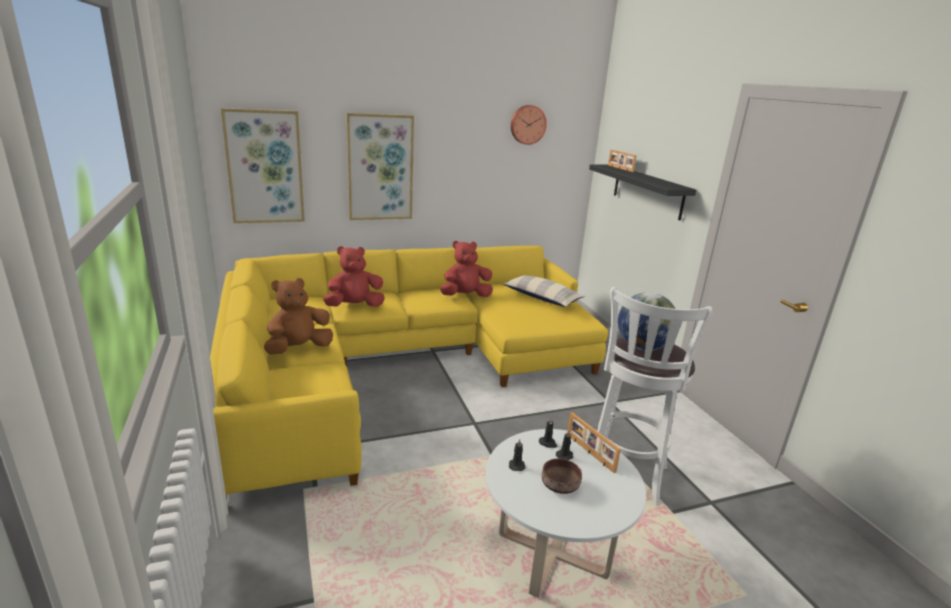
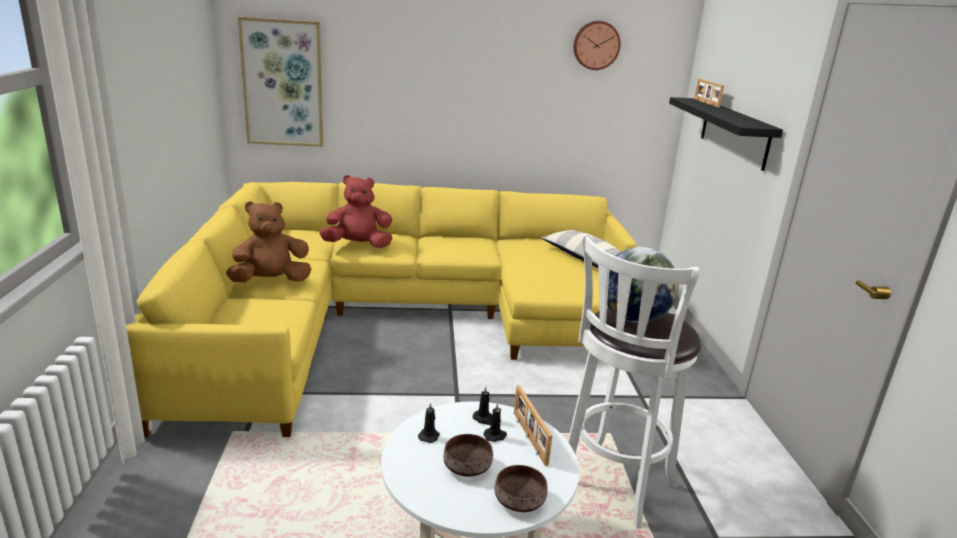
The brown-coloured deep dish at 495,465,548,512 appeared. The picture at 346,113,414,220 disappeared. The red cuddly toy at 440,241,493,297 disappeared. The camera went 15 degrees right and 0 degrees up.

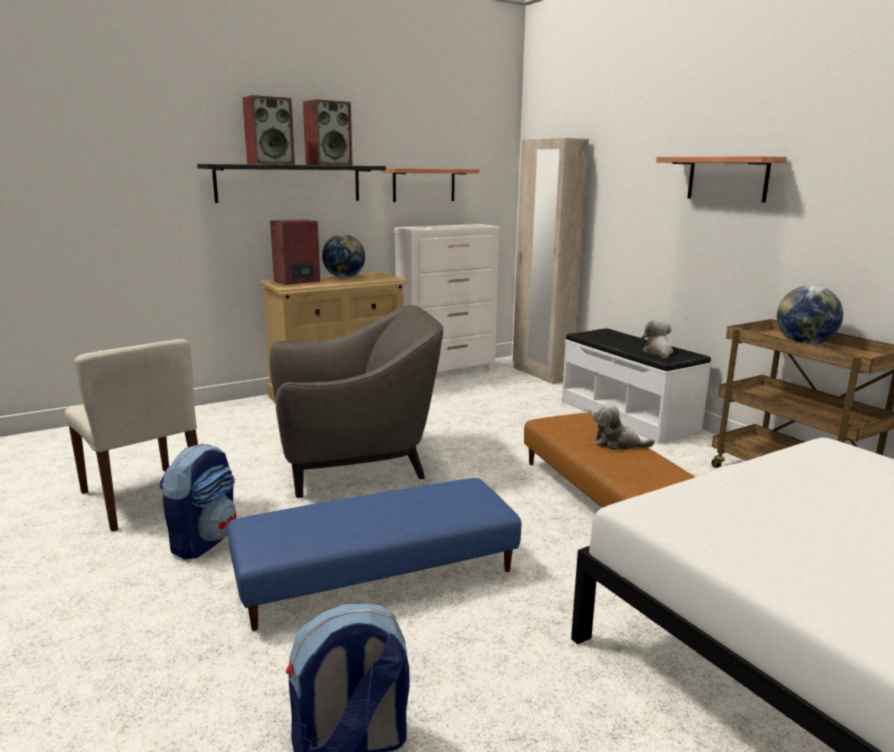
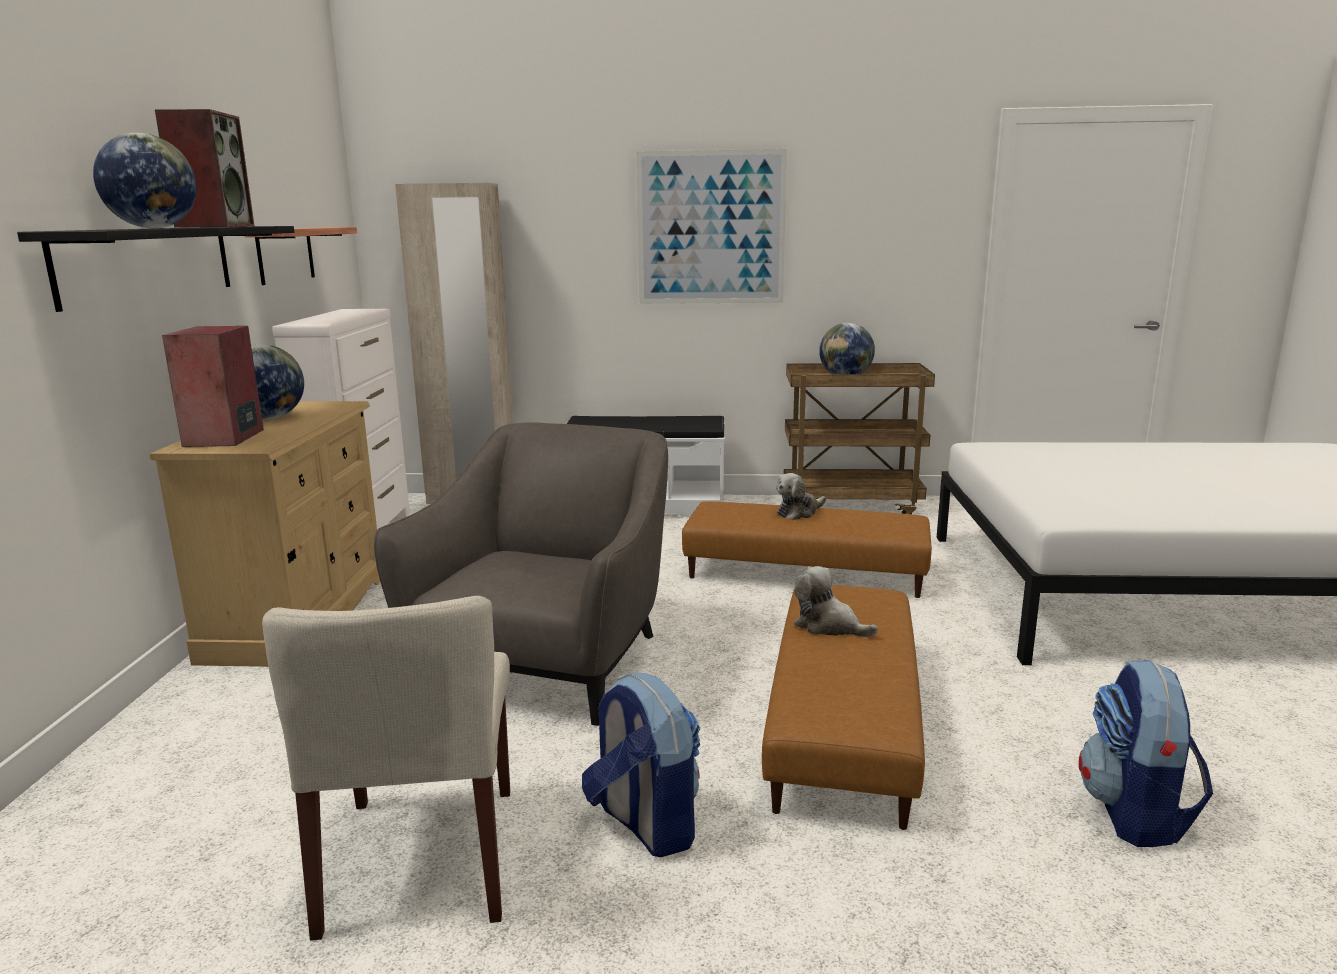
The audio speaker at 242,95,295,165 was replaced by the globe at 93,133,197,228. The beige-coloured upright chair at 65,339,198,532 turned 90 degrees clockwise. The bracket shelf at 656,156,787,203 was replaced by the picture at 636,149,787,304. The blue footrest at 227,478,521,631 became the brown-coloured footrest at 762,585,925,830. The cuddly toy moved from 641,319,673,359 to 794,566,878,637. The camera went 55 degrees left and 0 degrees up.

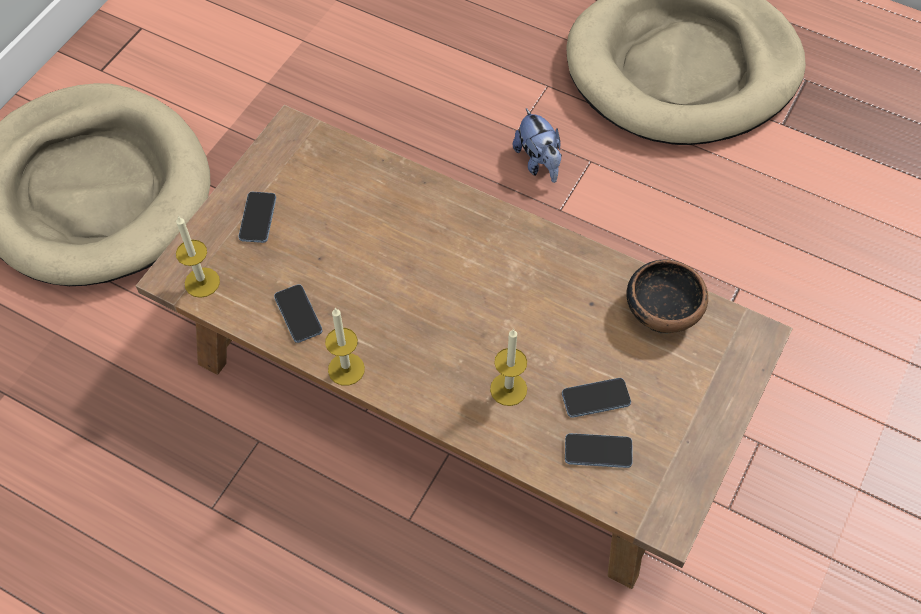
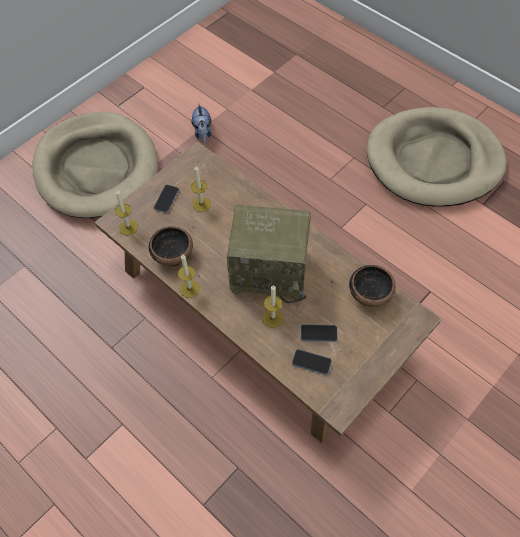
The telephone at 274,284,323,343 was replaced by the deep dish at 149,226,193,267. The cuddly toy moved from 513,108,562,183 to 191,103,212,144. The wax candle at 191,166,211,212 appeared. The radio set at 227,205,311,303 appeared. The camera went 15 degrees right and 0 degrees up.

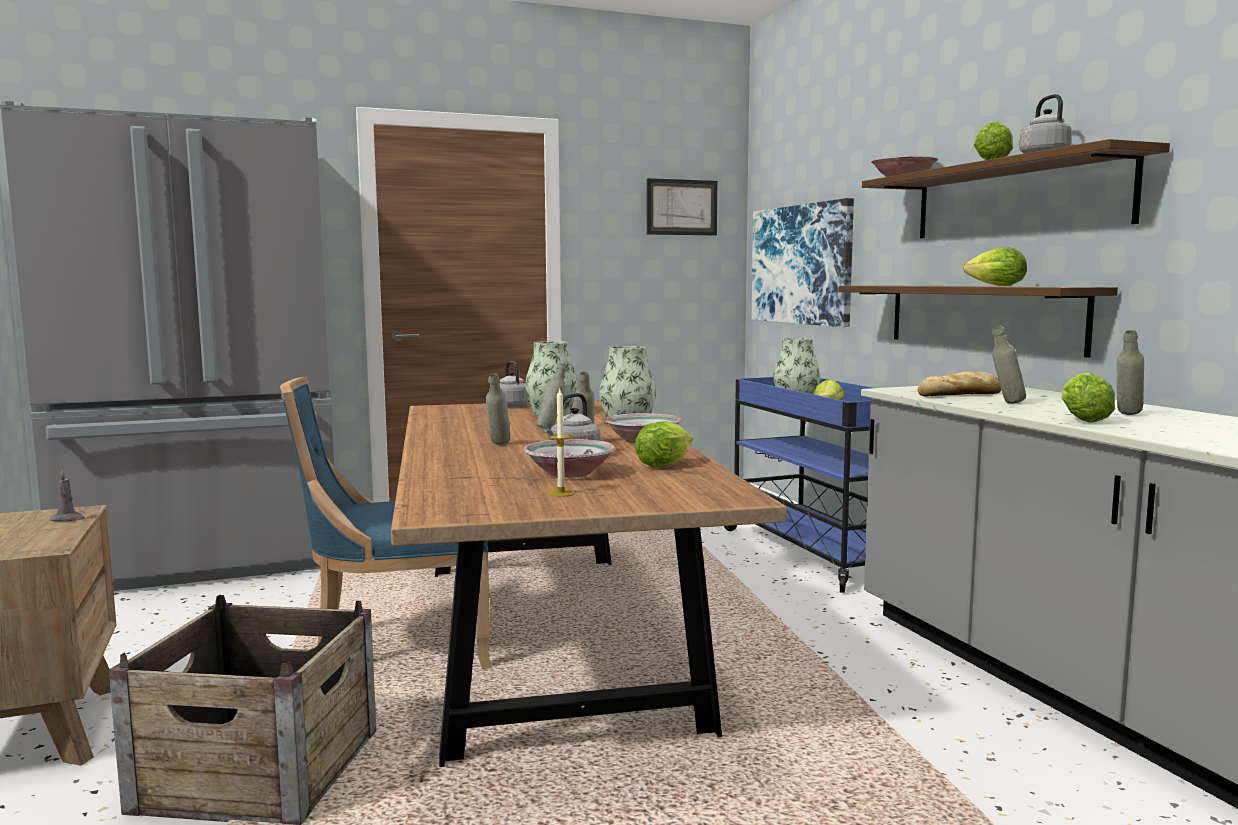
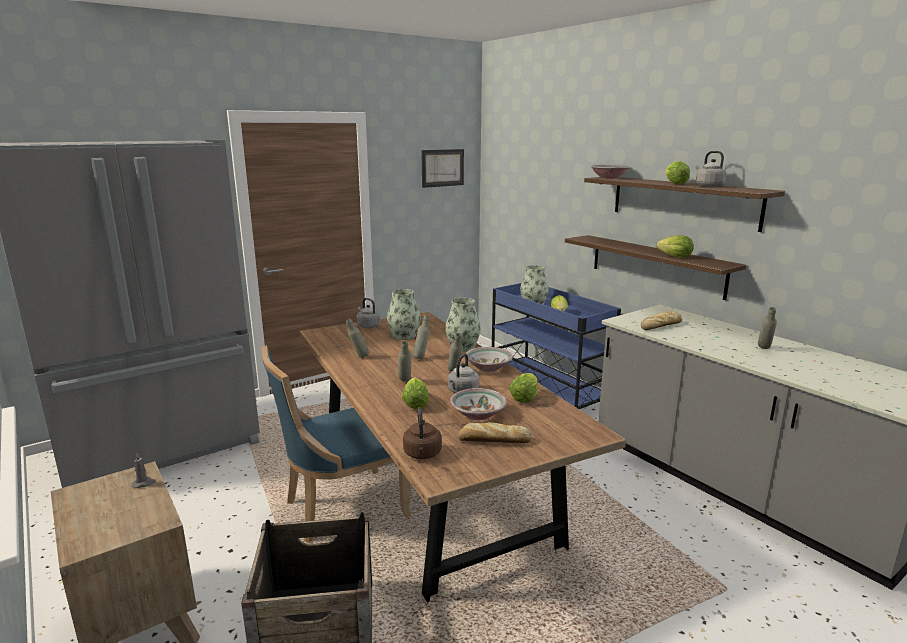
The greyish beverage bottle moved from 992,325,1026,404 to 346,319,369,358. The lettuce moved from 1061,372,1115,423 to 402,378,429,409. The brown-coloured kettle at 403,407,442,459 appeared. The wax candle at 547,389,575,497 was replaced by the bread at 458,422,532,443. The picture at 751,198,854,327 disappeared. The camera went 15 degrees left and 10 degrees up.

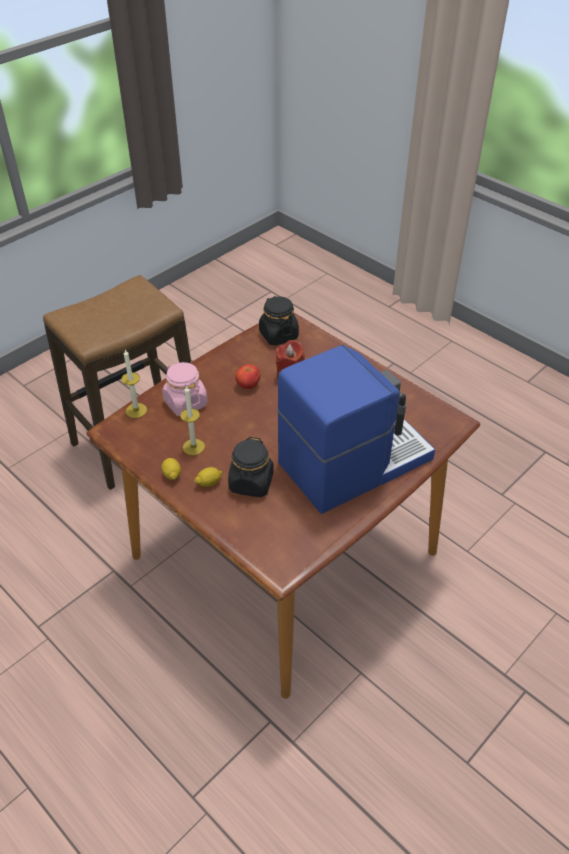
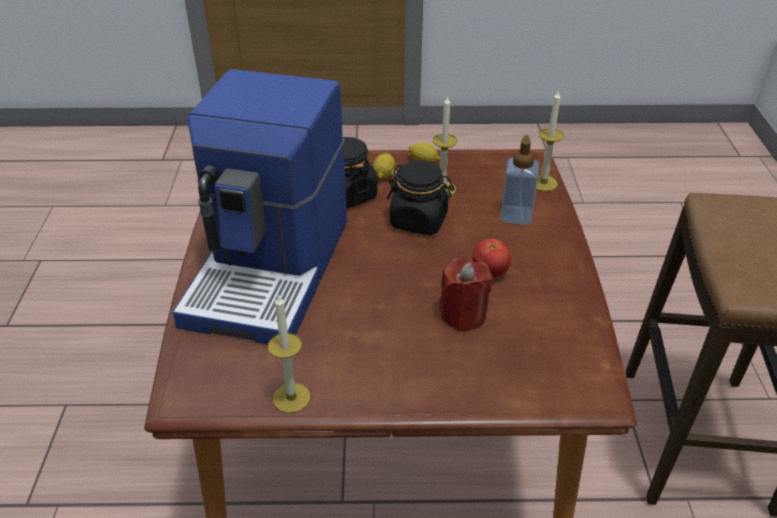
The wax candle at 268,294,310,413 appeared. The blackish storage jar moved from 259,296,299,346 to 387,161,455,235. The pinkish storage jar at 162,362,208,416 was replaced by the soap dispenser at 500,135,539,225. The camera went 135 degrees right and 5 degrees down.

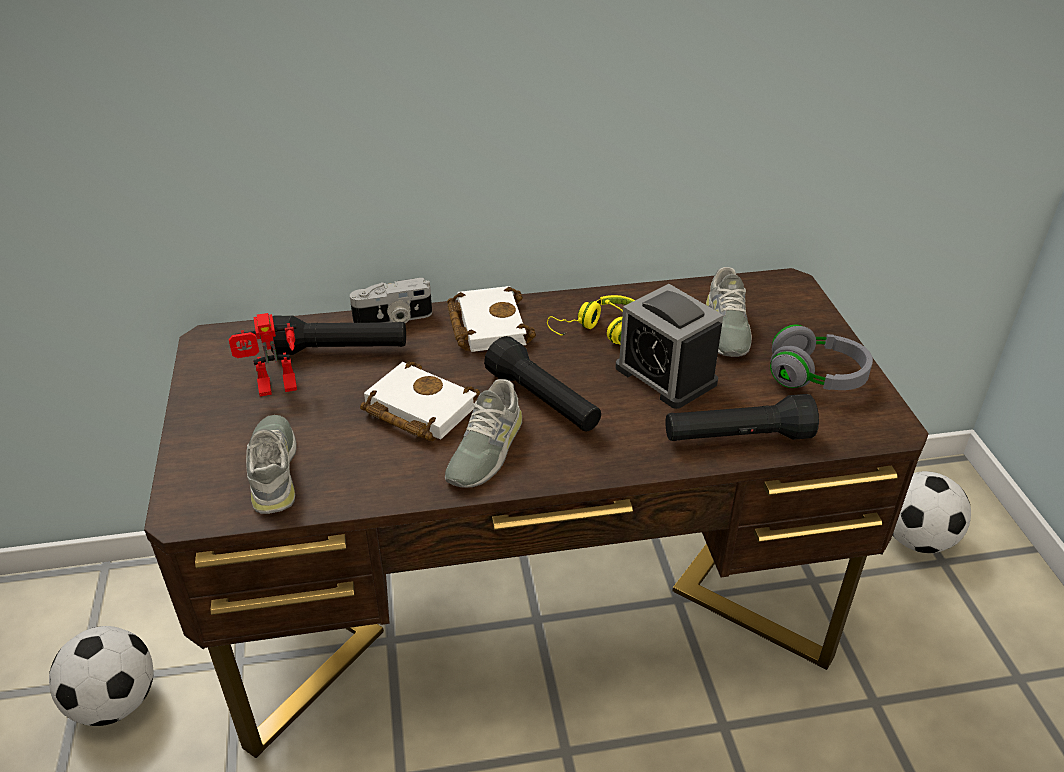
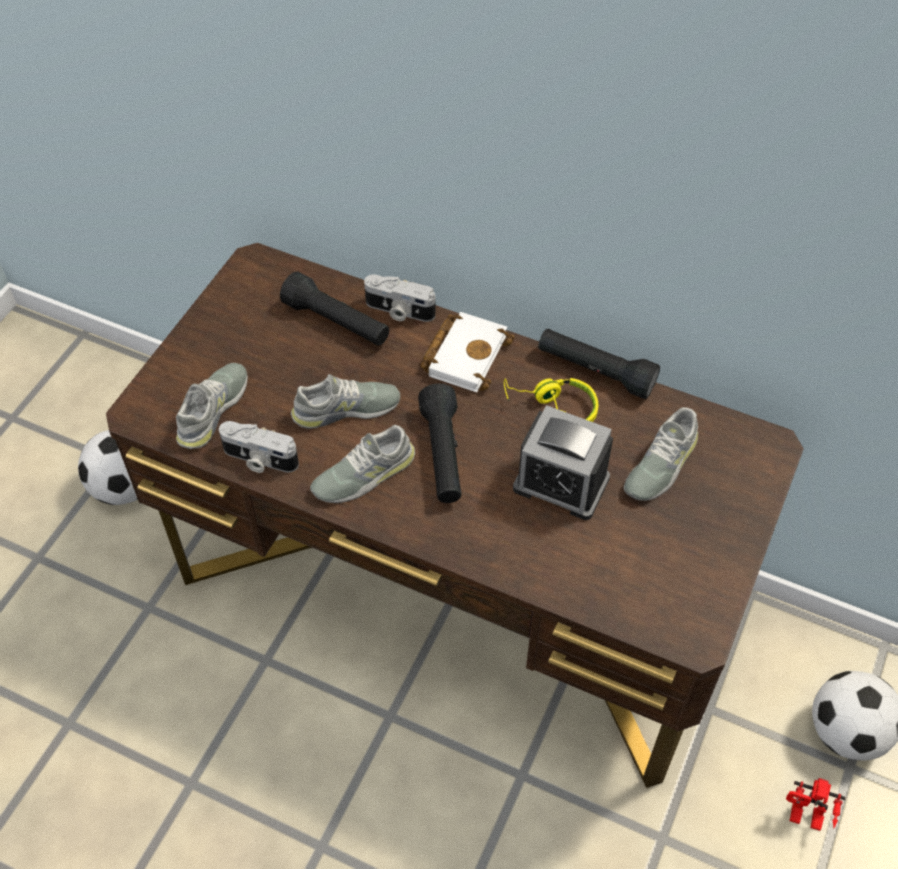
The photo camera at 219,421,299,473 appeared. The white-coloured volume at 360,362,480,441 was replaced by the greyish shoe at 291,374,401,429. The table clock at 615,284,723,409 turned 60 degrees counterclockwise. The blackish torch moved from 665,394,819,441 to 538,329,660,399. The robot figure moved from 229,313,297,396 to 786,778,846,831. The greyish headphones at 770,324,873,390 disappeared. The camera went 35 degrees right and 15 degrees up.

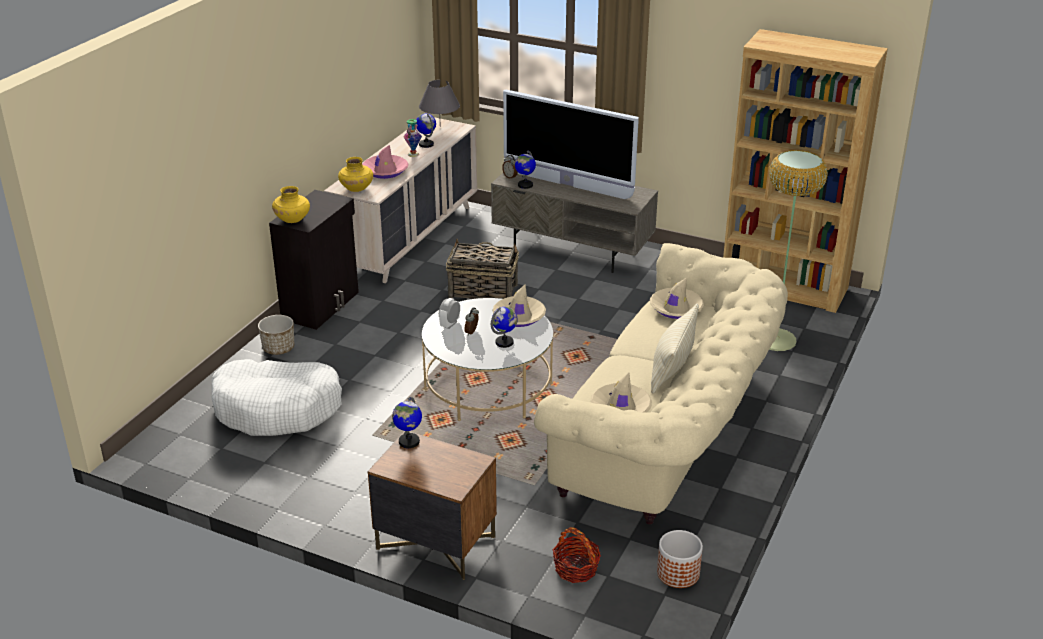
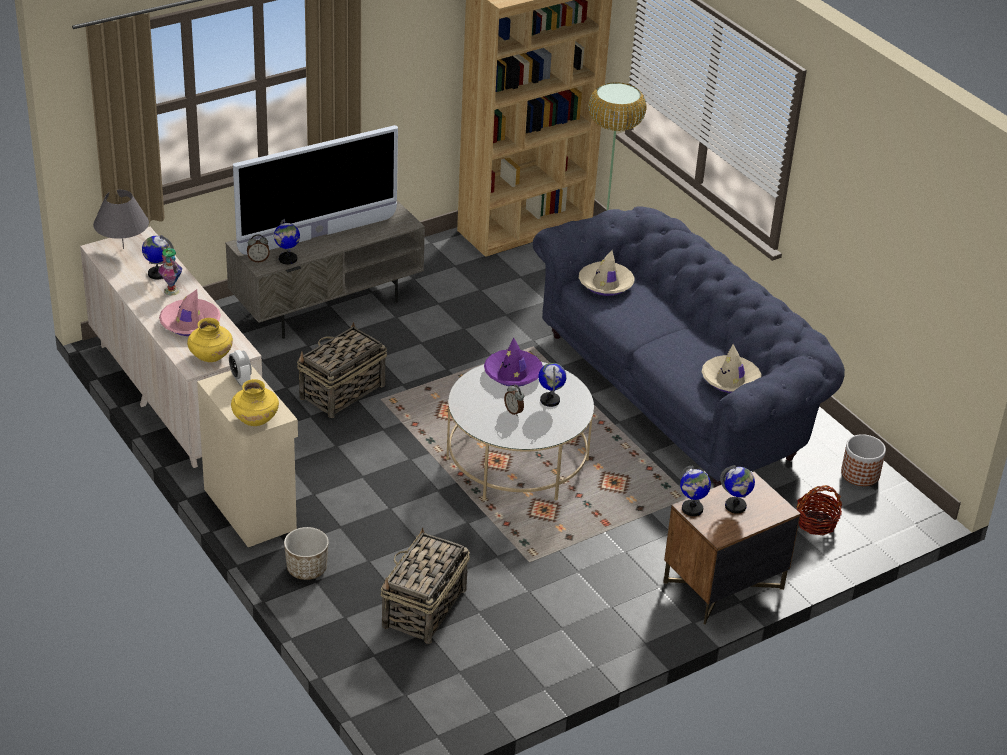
The blackish cupboard at 269,190,359,330 became the beige-coloured cupboard at 197,365,298,547. The table clock moved from 439,298,460,329 to 229,350,252,386. The white-coloured dog cushion at 211,359,342,436 was replaced by the basket at 381,527,470,644. The beige-coloured clothing hat at 492,285,546,327 became the purple-coloured clothing hat at 484,338,543,387. The beige-coloured sofa at 534,243,788,524 became the blue sofa at 533,206,845,487. The globe at 720,465,755,514 appeared. The beige-coloured pillow at 651,304,699,394 disappeared. The camera went 60 degrees left and 5 degrees up.

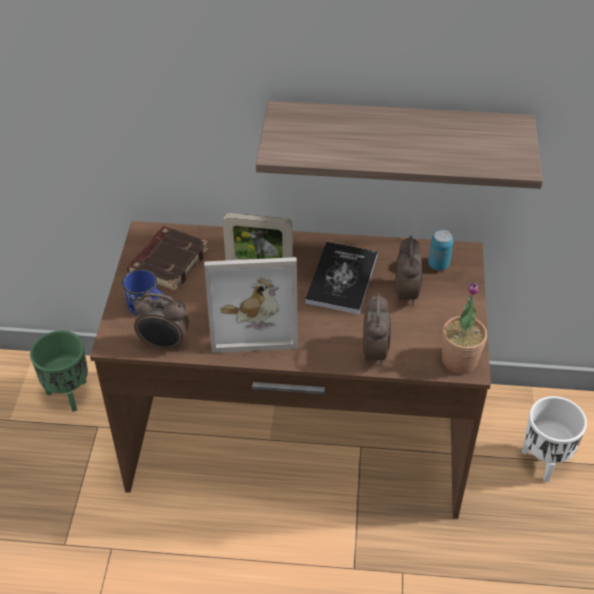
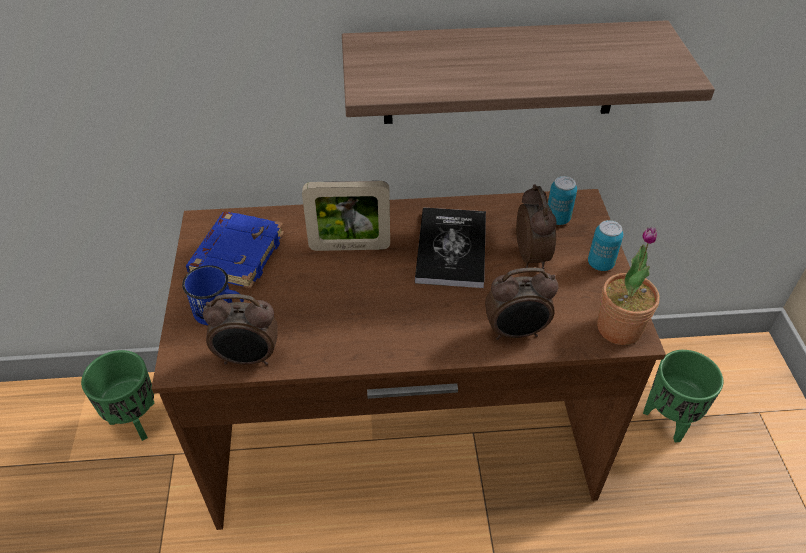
The brown-coloured volume at 127,226,209,291 became the blue volume at 186,212,284,289. The table clock at 363,293,391,366 turned 90 degrees clockwise. The can at 588,220,623,271 appeared. The white-coloured planter at 522,396,587,482 became the greenish planter at 643,350,724,443. The photo frame at 204,257,298,353 disappeared. The camera went 10 degrees left and 0 degrees up.

